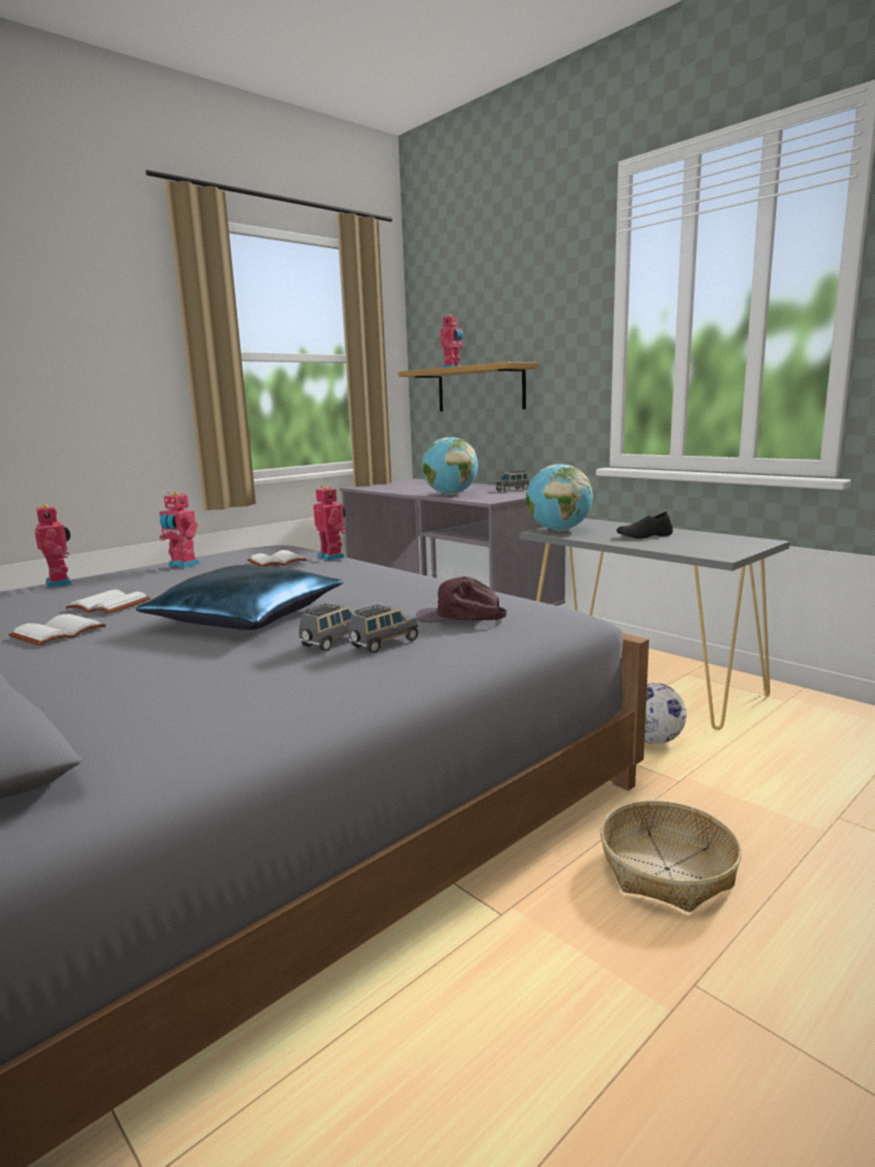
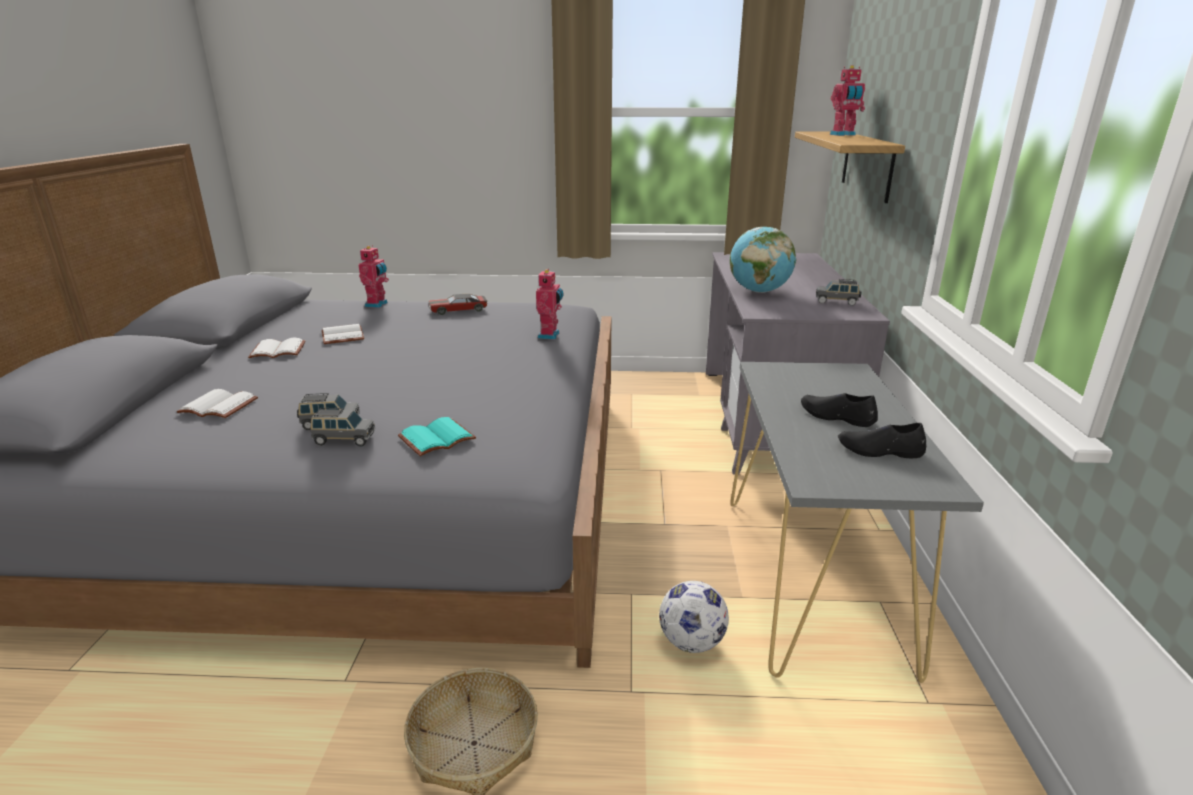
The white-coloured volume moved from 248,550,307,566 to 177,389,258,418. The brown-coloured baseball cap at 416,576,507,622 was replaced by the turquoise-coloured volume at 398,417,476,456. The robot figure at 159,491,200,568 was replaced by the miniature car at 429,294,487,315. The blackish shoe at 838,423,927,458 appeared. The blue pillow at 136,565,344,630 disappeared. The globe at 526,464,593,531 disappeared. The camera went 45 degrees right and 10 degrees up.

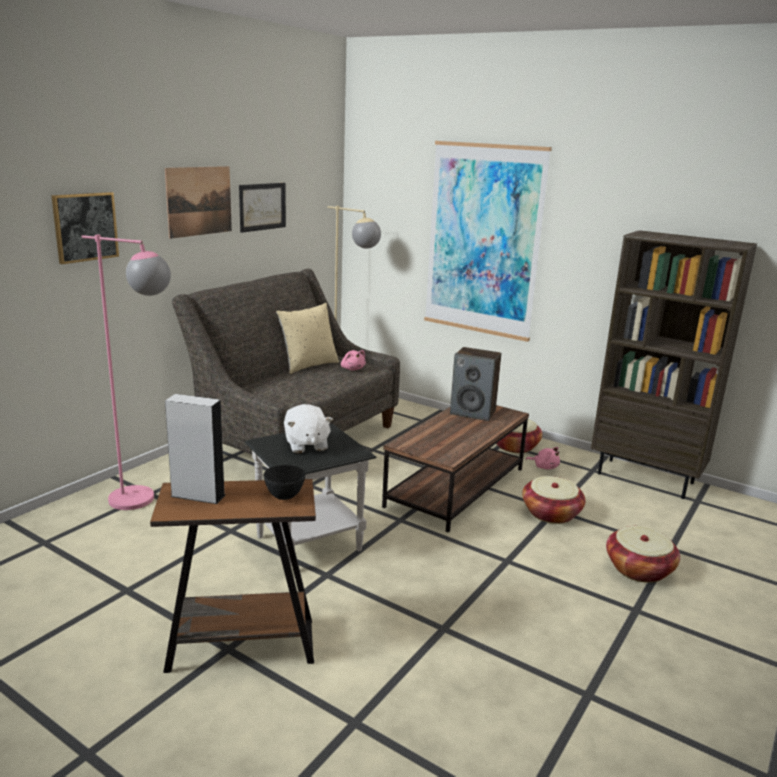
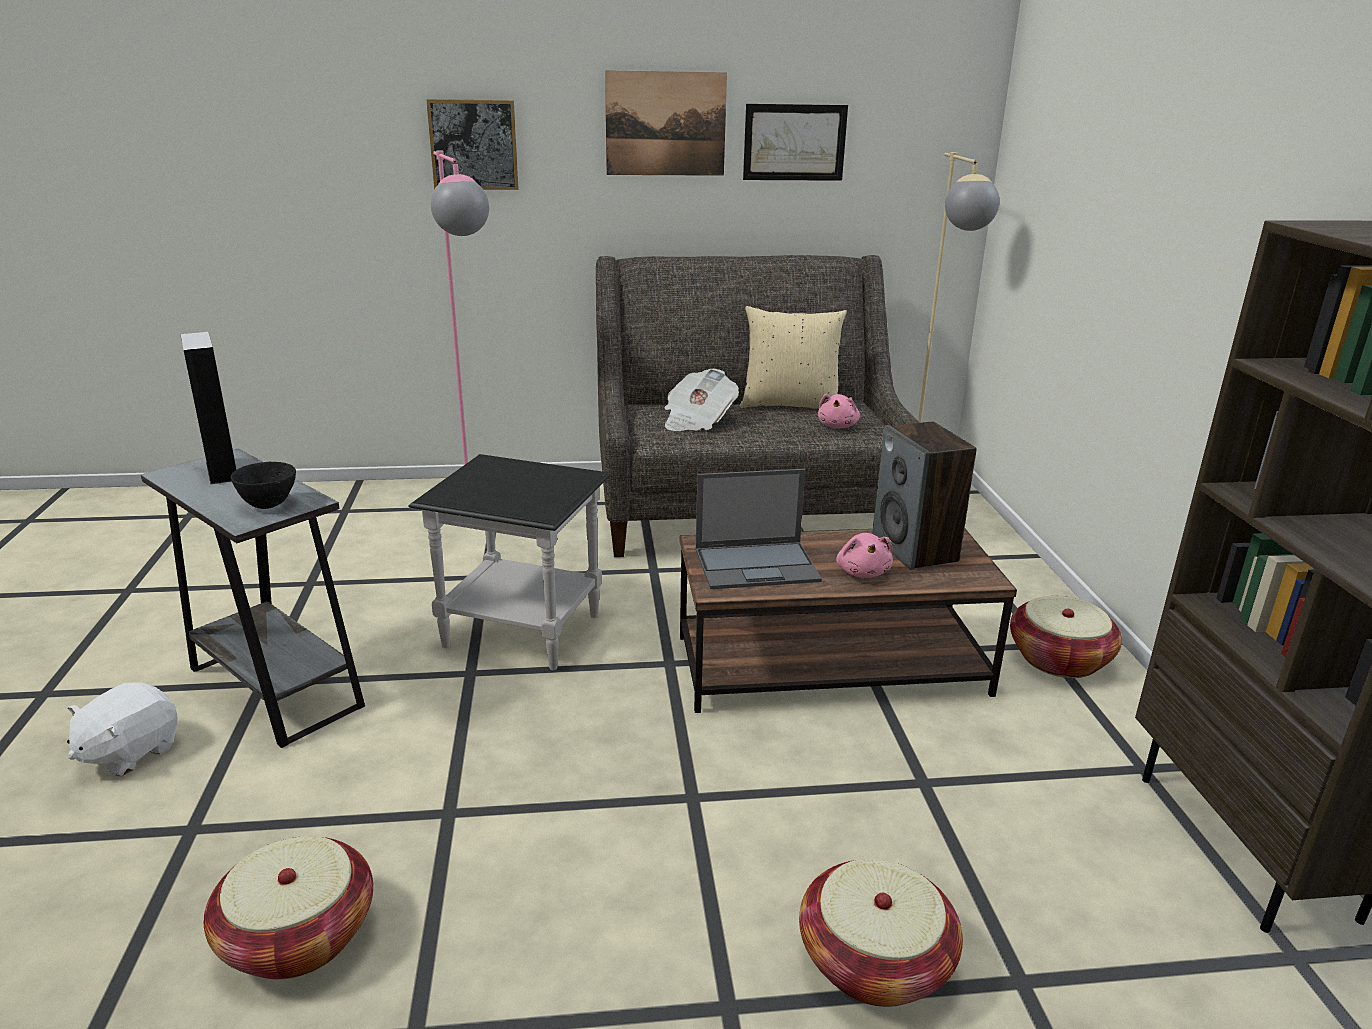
The white-coloured cuddly toy moved from 284,404,333,453 to 67,682,178,776. The brown-coloured side table at 150,479,316,673 became the greyish side table at 141,449,365,748. The basket moved from 522,476,586,524 to 204,836,373,980. The daily paper at 665,369,739,431 appeared. The laptop at 695,469,822,589 appeared. The pinkish cuddly toy moved from 526,447,560,470 to 836,533,893,578. The picture at 424,141,552,342 disappeared. The camera went 50 degrees right and 5 degrees up.

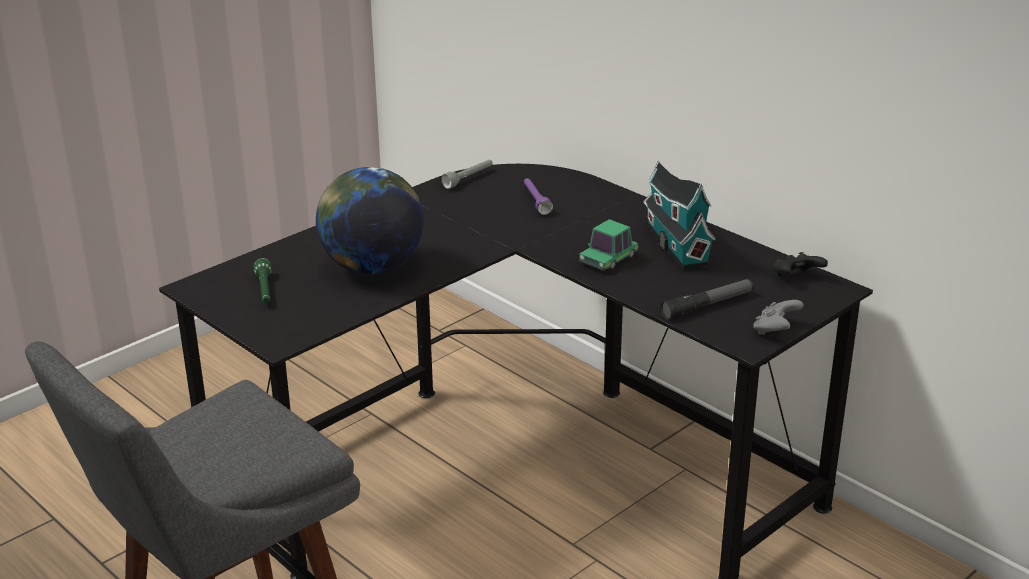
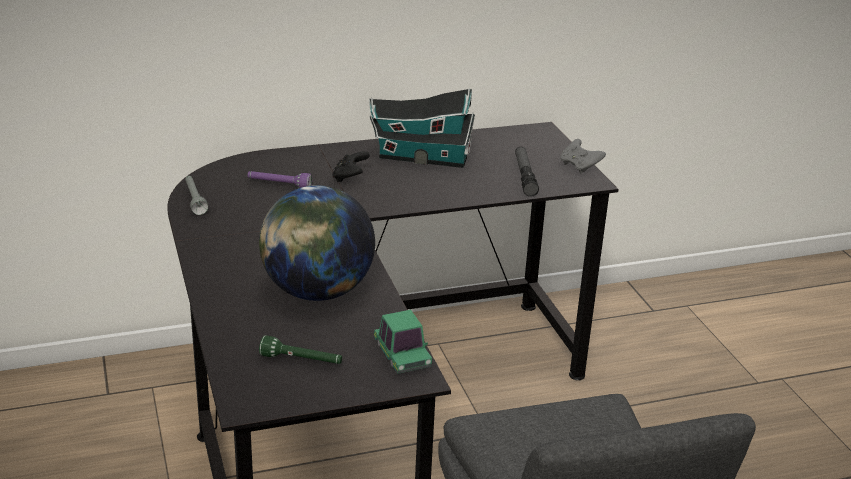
The blackish gamepad moved from 773,252,828,276 to 332,151,370,182. The miniature car moved from 579,219,638,271 to 374,310,432,374. The camera went 65 degrees left and 0 degrees up.

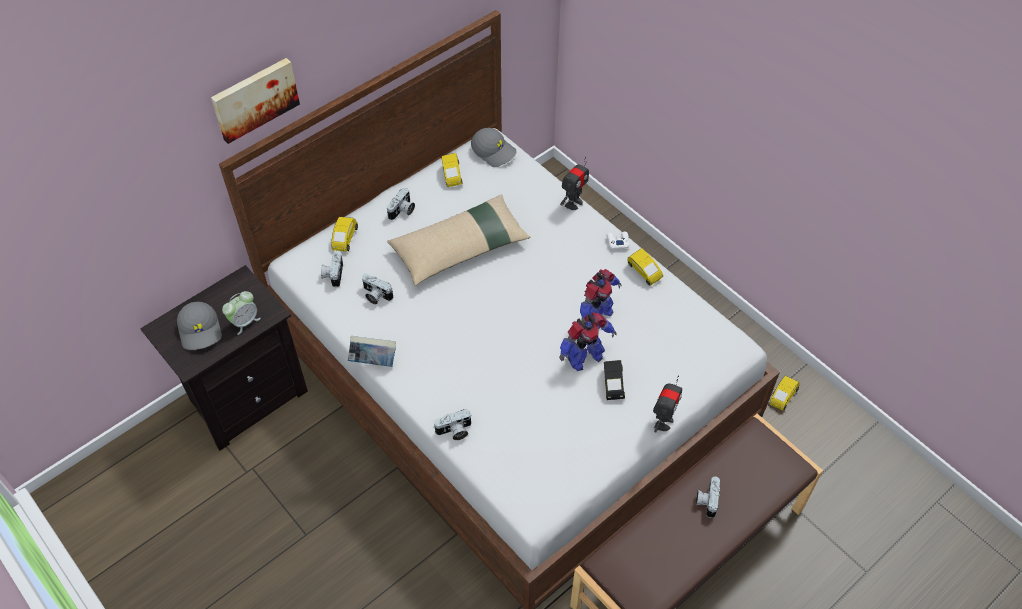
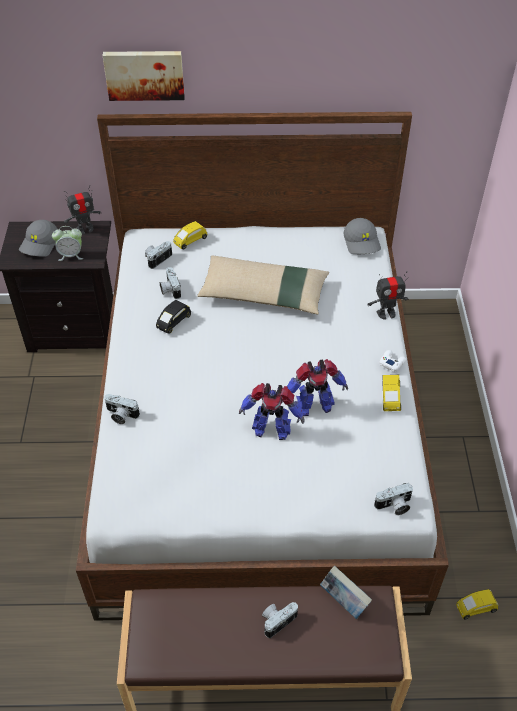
The robot figure moved from 653,376,682,432 to 64,185,102,234. The blackish miniature car moved from 604,360,625,400 to 156,300,191,334. The volume moved from 348,336,396,367 to 320,566,372,619. The photo camera moved from 387,188,415,220 to 374,483,413,515. The yellow miniature car at 441,153,462,187 disappeared. The camera went 40 degrees right and 5 degrees down.

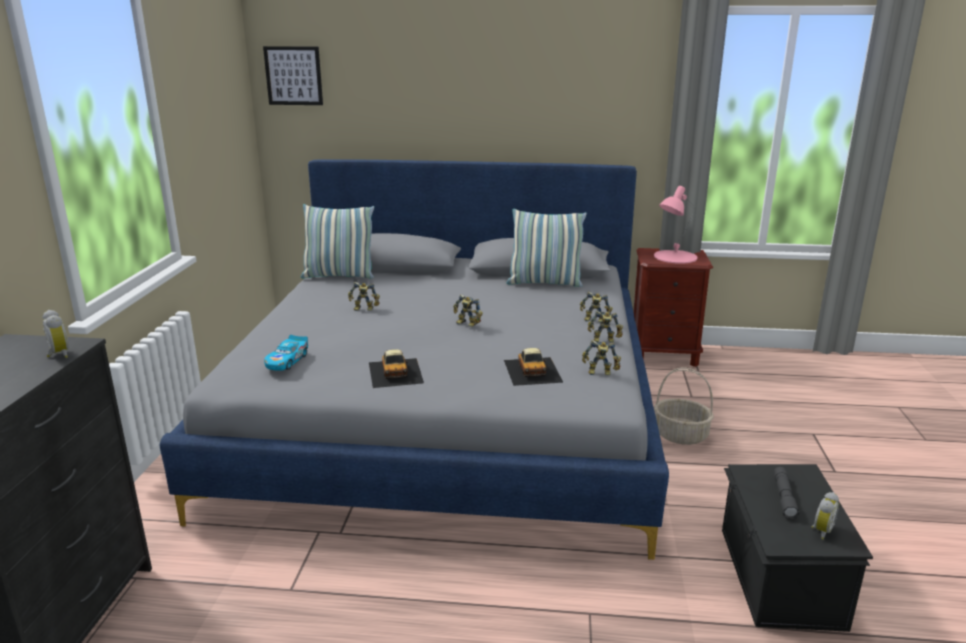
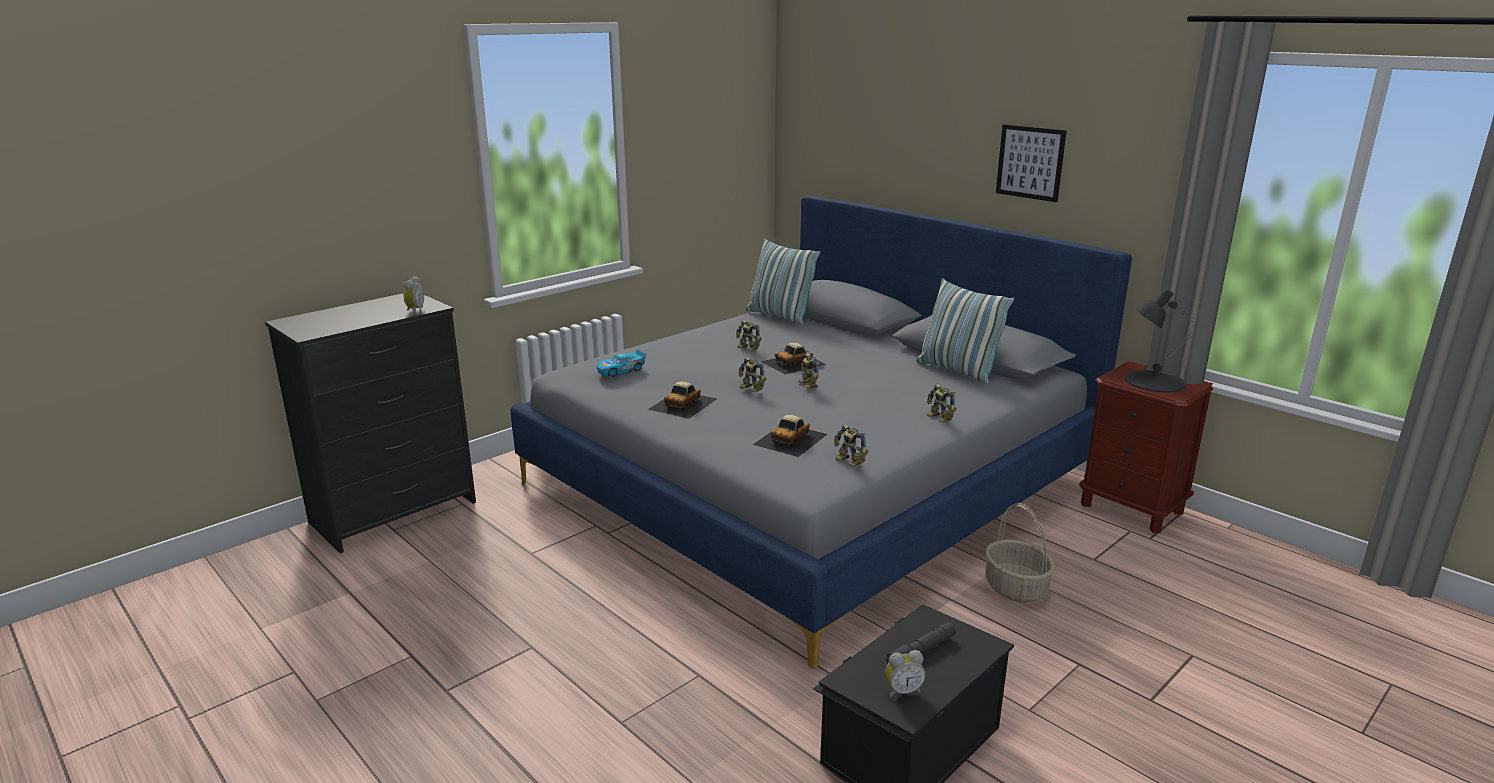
The robot figure moved from 588,311,623,343 to 739,357,766,392. The miniature car at 761,343,827,375 appeared. The picture moved from 263,46,323,105 to 996,124,1067,202. The pinkish table lamp at 654,186,697,264 became the blackish table lamp at 1125,288,1195,393. The camera went 40 degrees right and 0 degrees up.

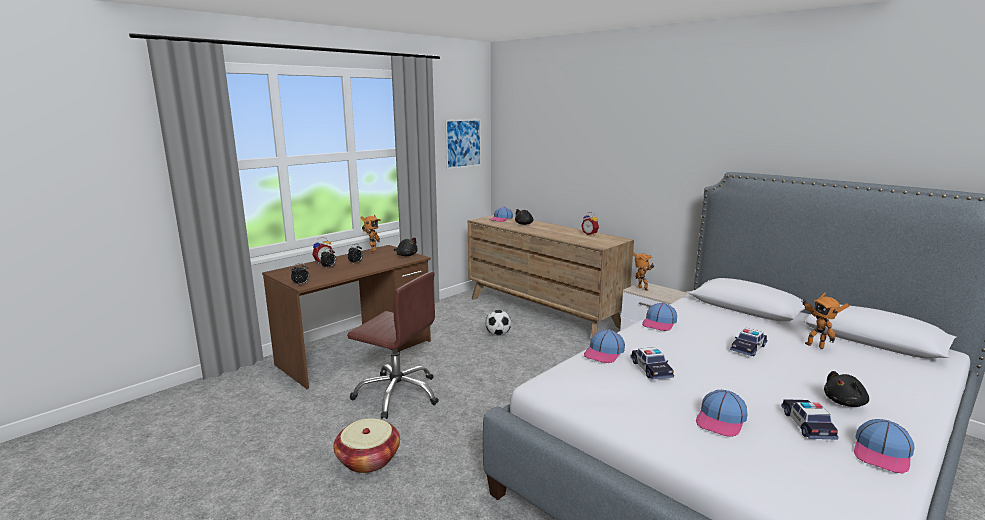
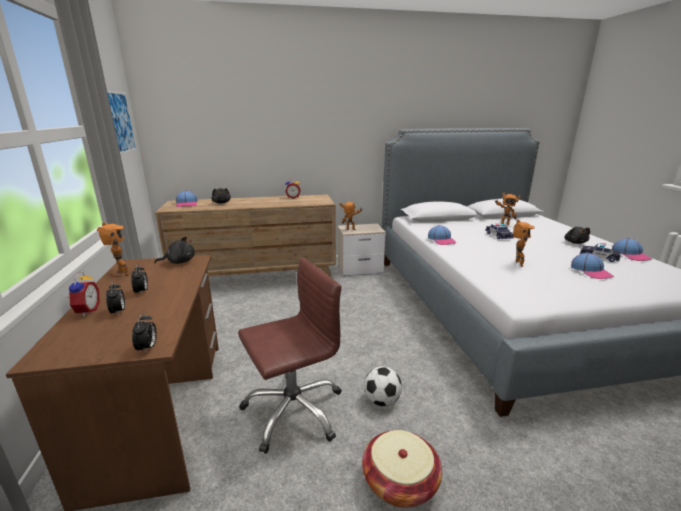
The football ball moved from 485,310,511,336 to 364,366,402,406. The miniature car at 630,347,674,380 was replaced by the robot figure at 513,220,535,267. The baseball cap at 584,330,625,363 disappeared. The camera went 55 degrees left and 5 degrees up.

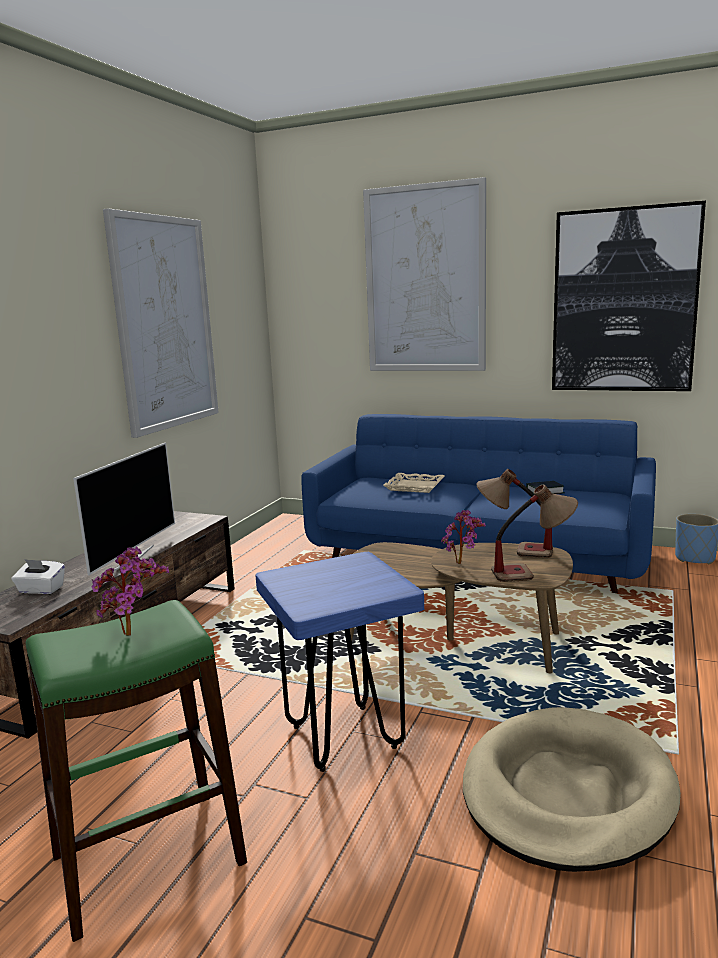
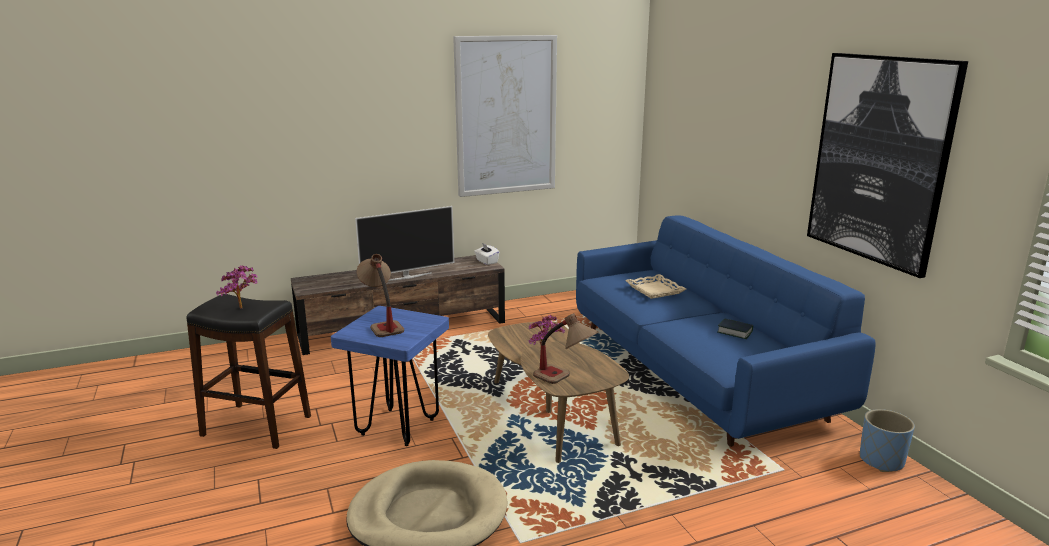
The greenish stool seat at 26,600,247,942 became the blackish stool seat at 186,294,311,449. The table lamp moved from 476,469,553,558 to 357,254,404,337. The white-coloured tissue holder moved from 11,559,65,594 to 474,243,499,265. The picture at 363,177,486,371 disappeared. The camera went 45 degrees right and 5 degrees up.

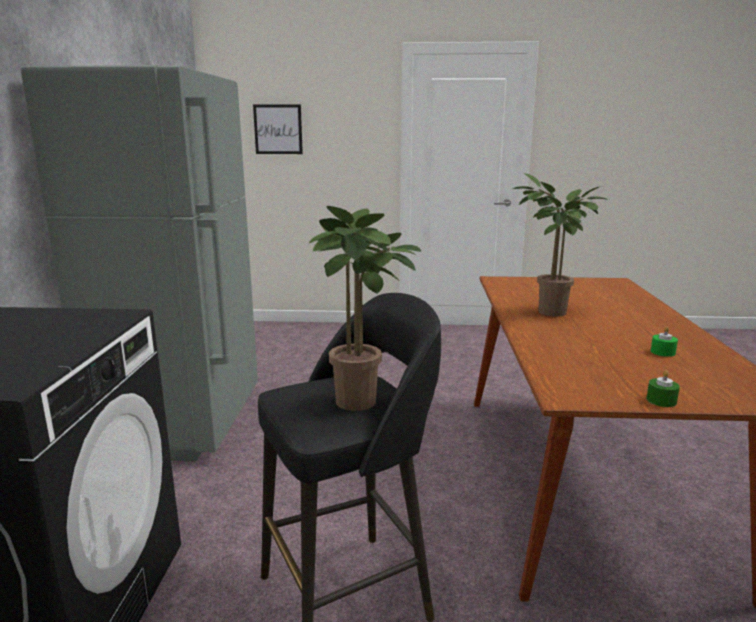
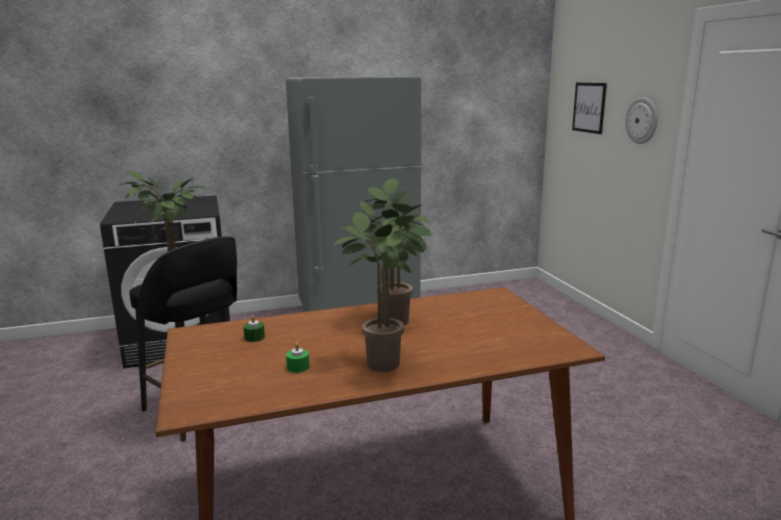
The greenish wax candle moved from 646,370,680,407 to 243,315,265,342. The houseplant at 333,212,434,372 appeared. The clock on the wall at 625,97,657,144 appeared. The camera went 70 degrees right and 0 degrees up.

